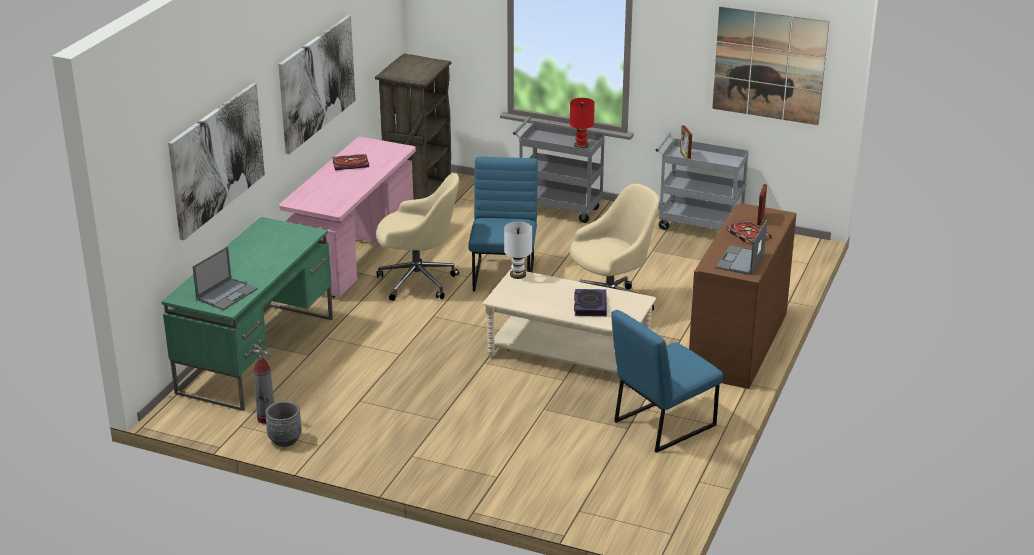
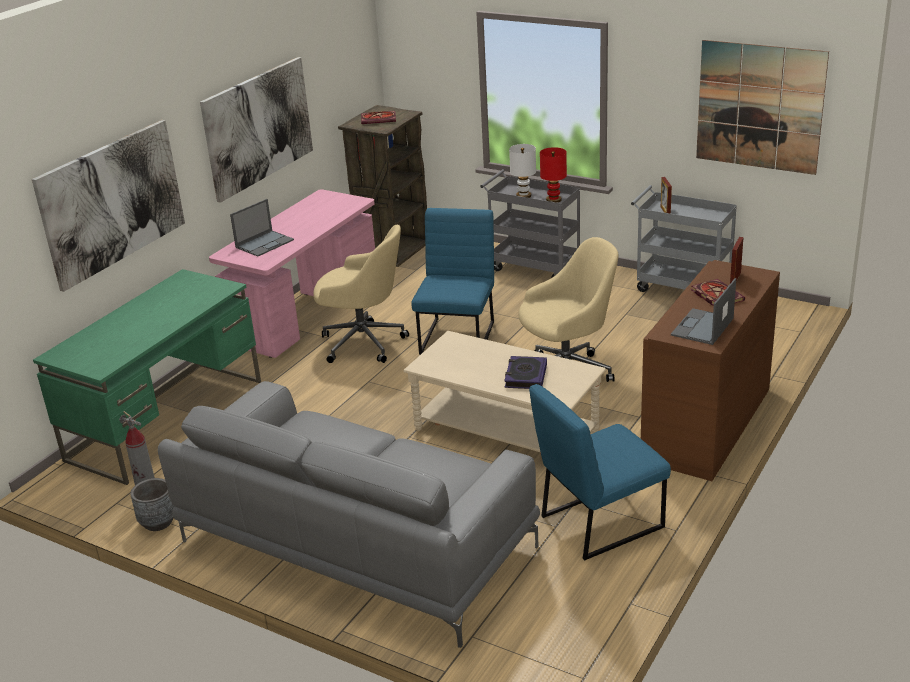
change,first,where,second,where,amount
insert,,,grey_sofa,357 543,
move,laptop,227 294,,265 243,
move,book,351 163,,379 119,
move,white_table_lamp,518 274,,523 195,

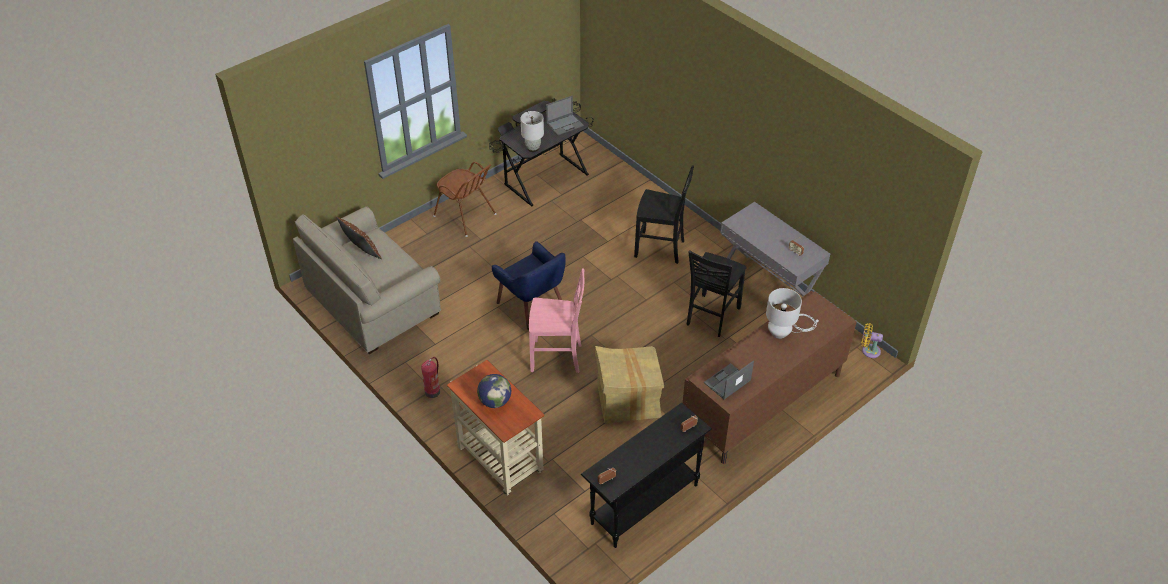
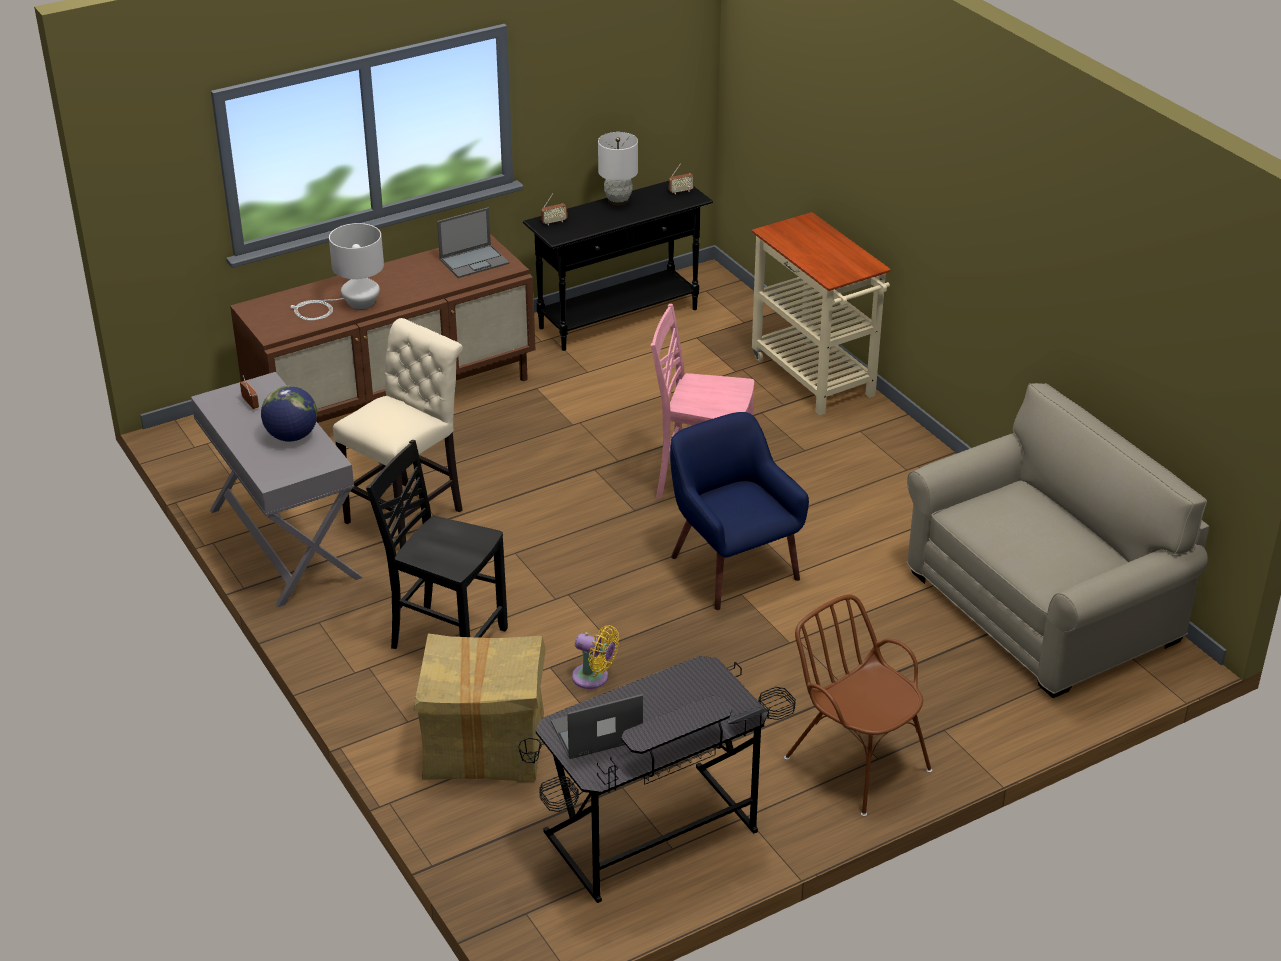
change,first,where,second,where,amount
delete,brown_pillow,362 252,,,
delete,fire_extinguisher,432 391,,,
move,globe,495 401,,292 436,
move,white_table_lamp,533 148,,618 201,
move,cardboard_box,628 400,,485 747,
move,yellow_fan,869 350,,594 678,
replace,black_chair,711 316,beige_stool,409 514,

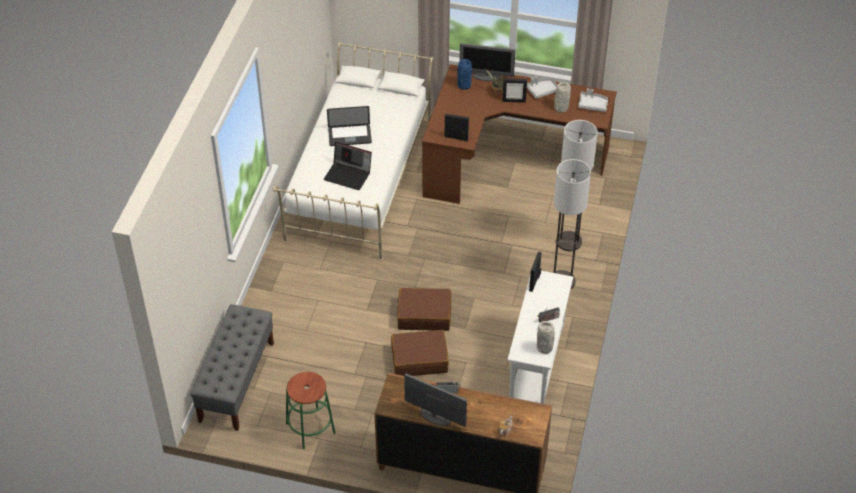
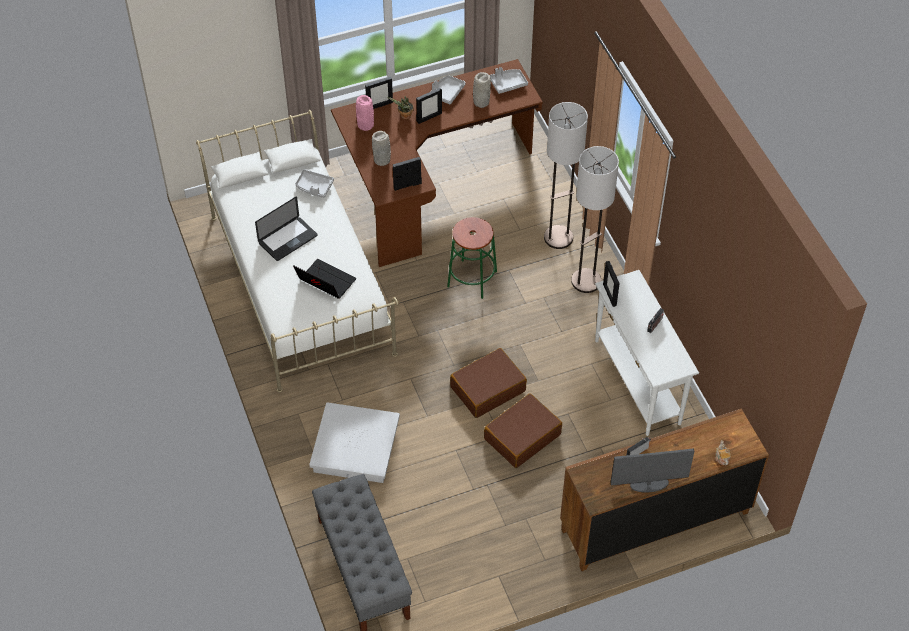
change,first,where,second,where,amount
insert,,,grey_tray,314 187,
insert,,,white_storage_box,355 447,
move,green_stool,310 428,,472 279,
move,grey_vase,545 348,,382 160,
replace,monitor,486 76,picture_frame,379 105,
recolor,blue_vase,464 85,pink_vase,366 125,
rotate,laptop,348 175,,324 282,135 degrees counterclockwise

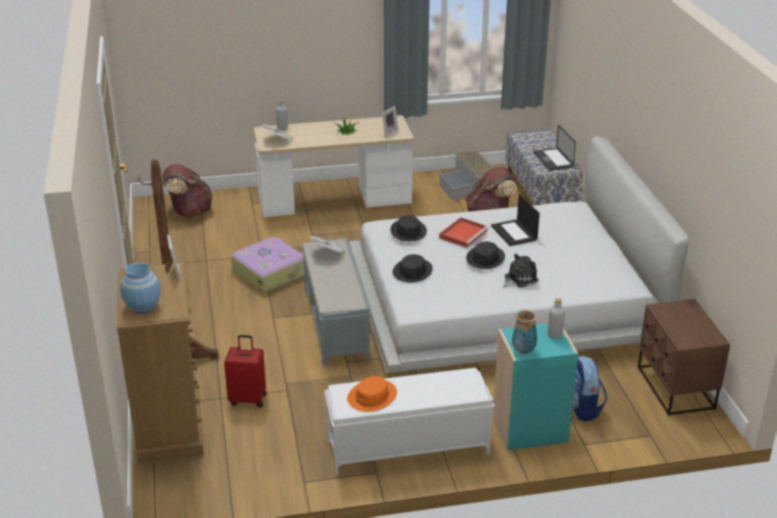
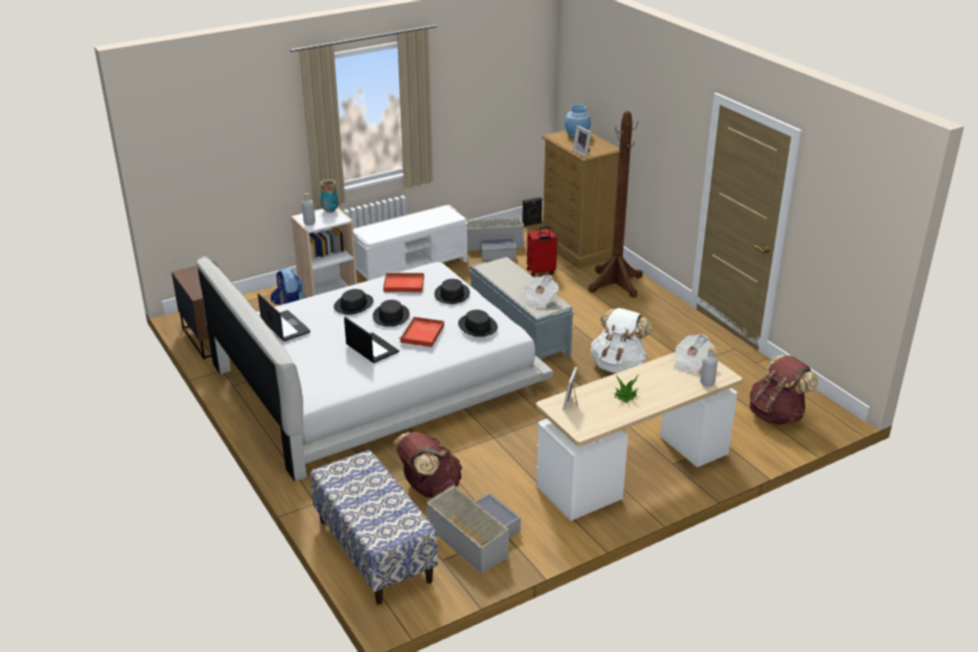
change,first,where,second,where,amount
delete,orange_hat,372 396,,,
insert,,,red_tray,403 284,
insert,,,grey_storage_box,495 247,
insert,,,black_speaker,532 224,
move,laptop,553 160,,285 327,
replace,suitcase,270 272,white_backpack,618 365,
replace,plush_toy,519 279,black_hat,353 305,
recolor,turquoise_bookcase,529 429,white_bookcase,328 291,

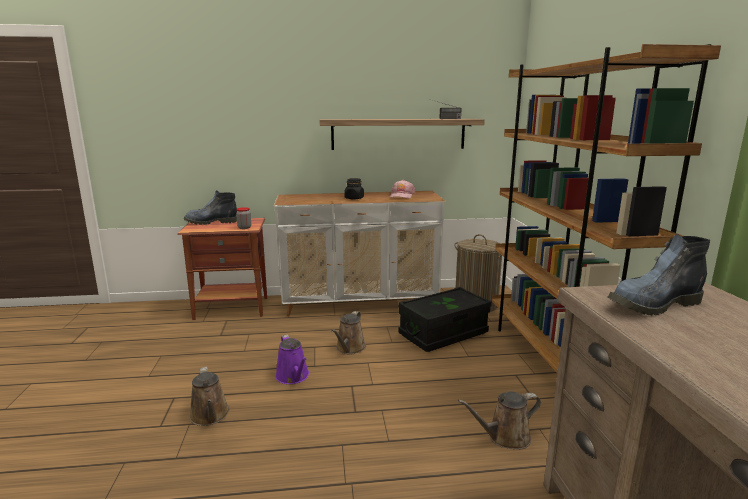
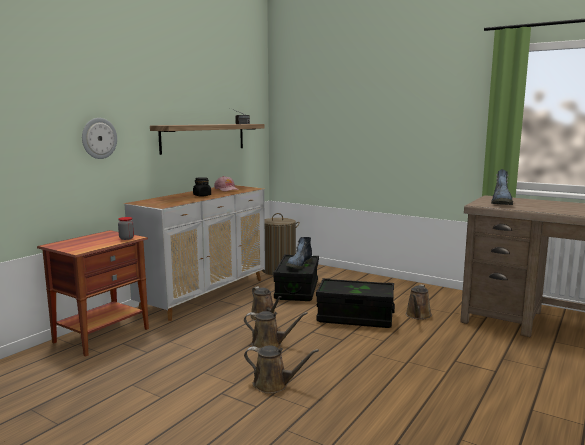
change,first,where,second,where,amount
delete,brown_bookcase,553 361,,,
insert,,,wall_clock,99 138,
insert,,,black_storage_box,355 317,
move,boot,210 222,,299 265,
recolor,purple_watering_can,293 377,brown_watering_can,269 344,

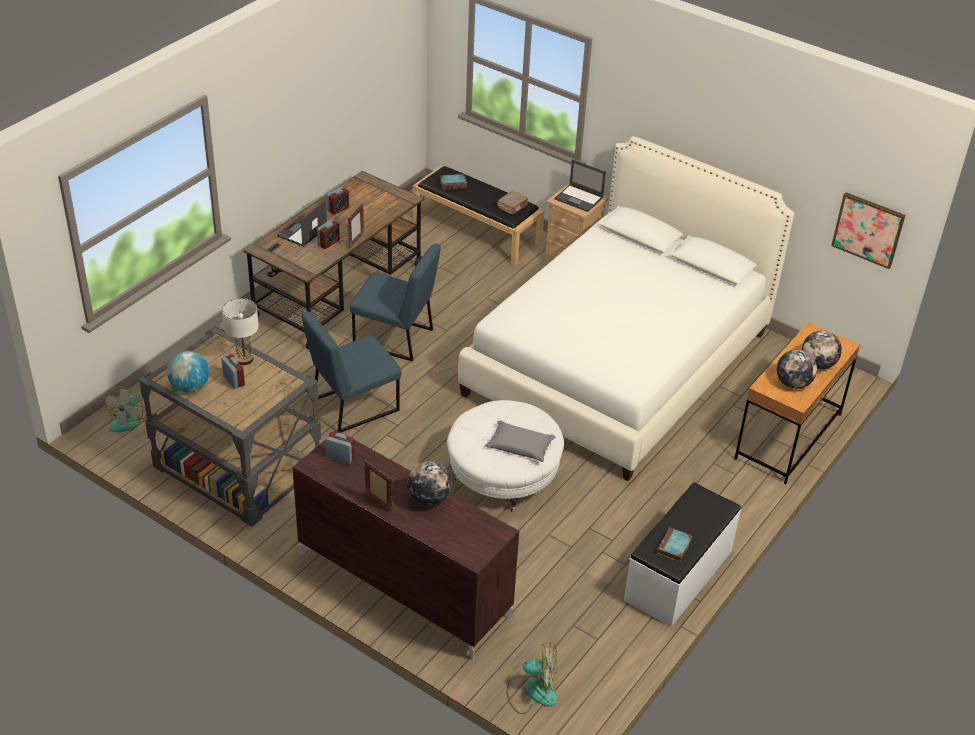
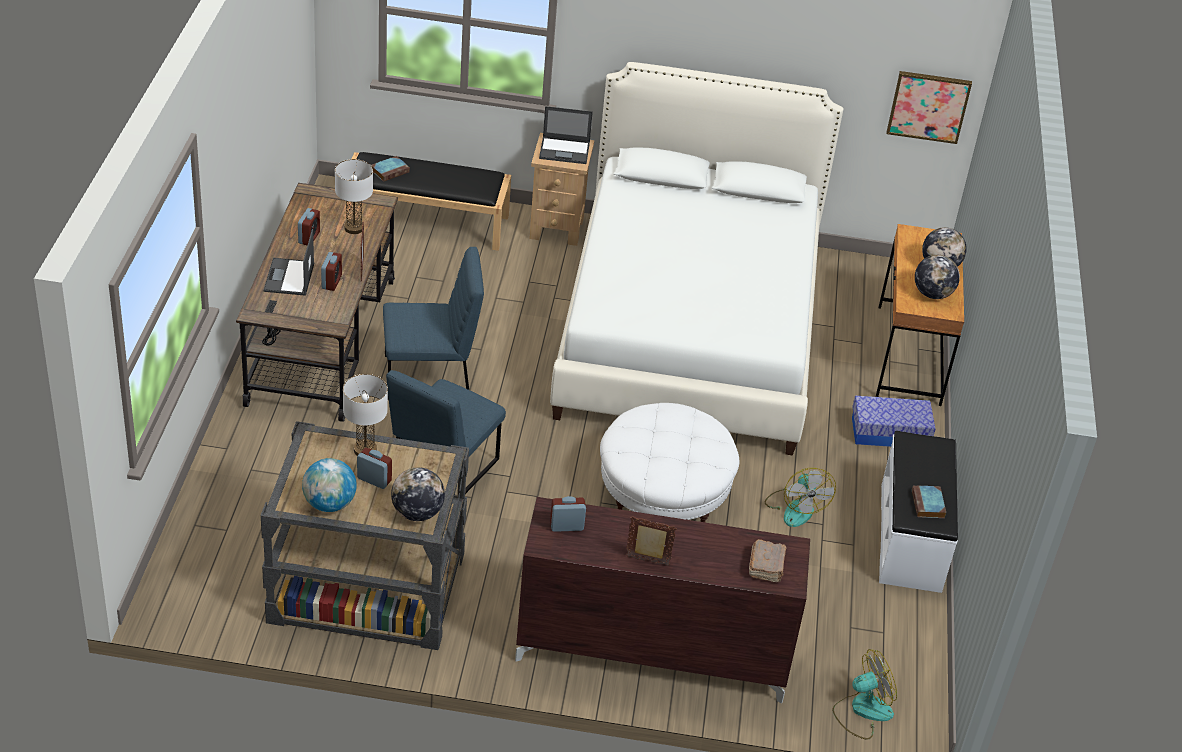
change,first,where,second,where,amount
delete,grey_pillow,520 445,,,
insert,,,table_lamp,354 228,
insert,,,storage_box,889 433,
move,fan,128 419,,795 507,
move,globe,429 499,,417 513,
move,brown_book,512 207,,766 566,

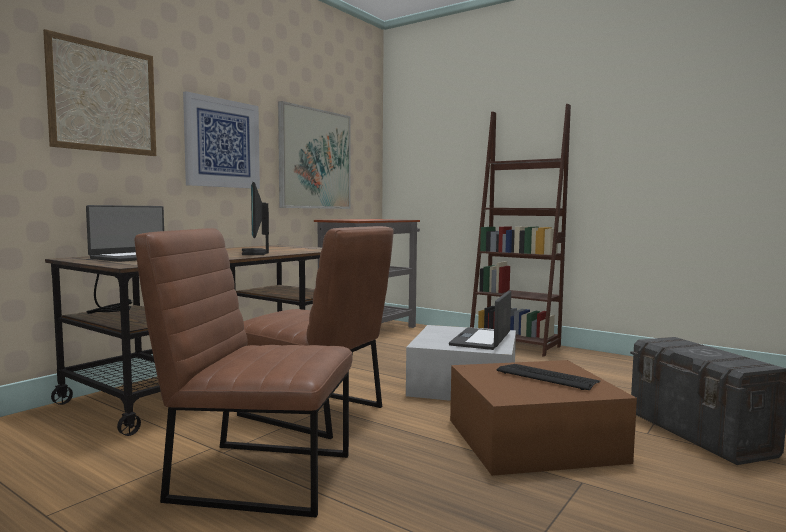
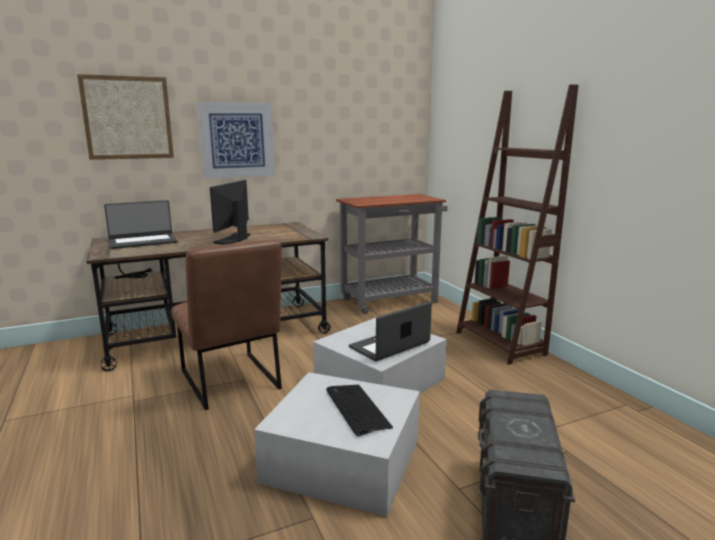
change,first,where,second,where,amount
delete,brown_chair,257 476,,,
delete,picture,315 159,,,
recolor,brown_storage_box,533 440,white_storage_box,342 460,

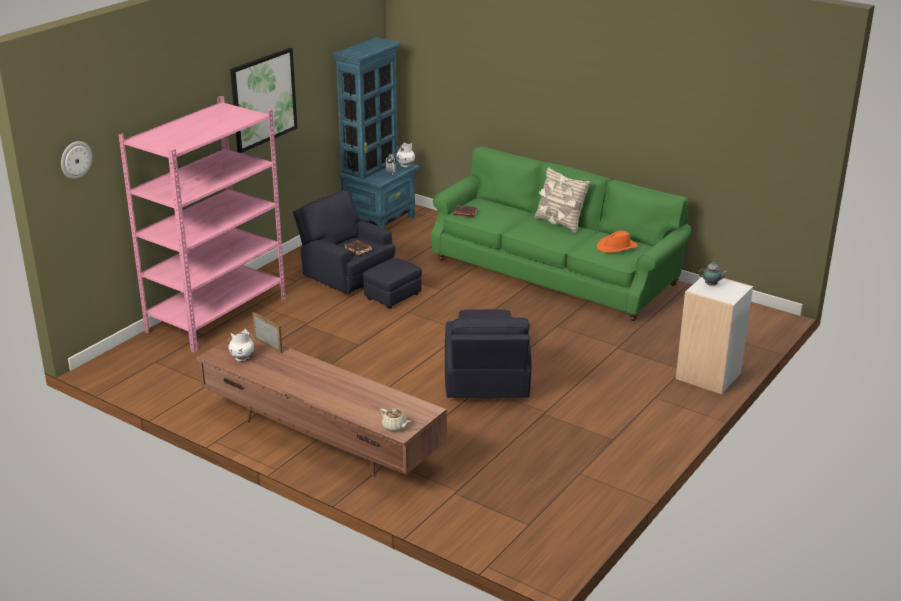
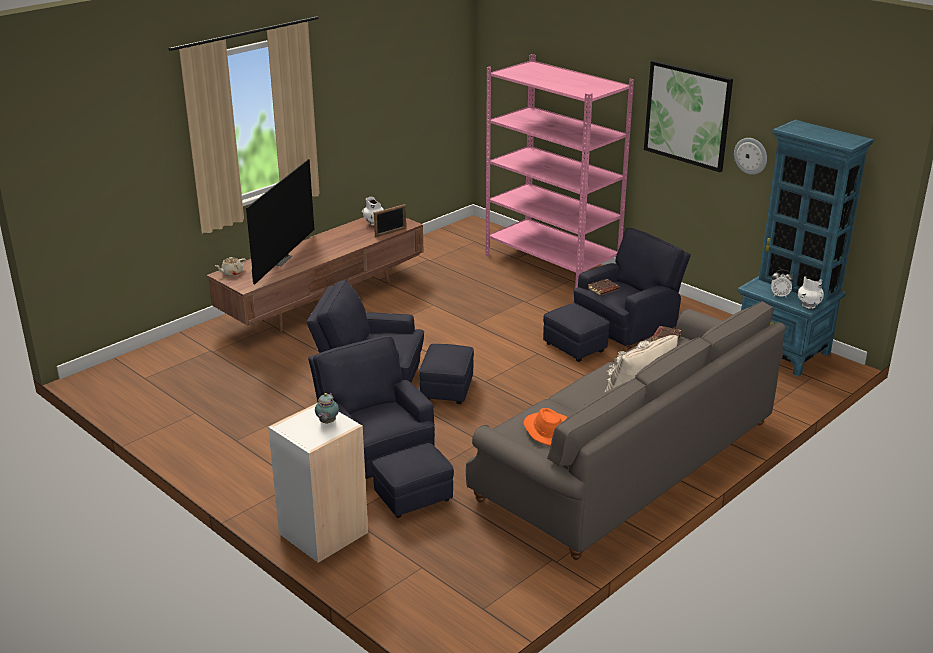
change,first,where,second,where,amount
insert,,,television,279 260,
insert,,,black_armchair,383 462,
move,wall_clock,75 159,,751 155,
recolor,green_sofa,555 272,grey_sofa,627 461,

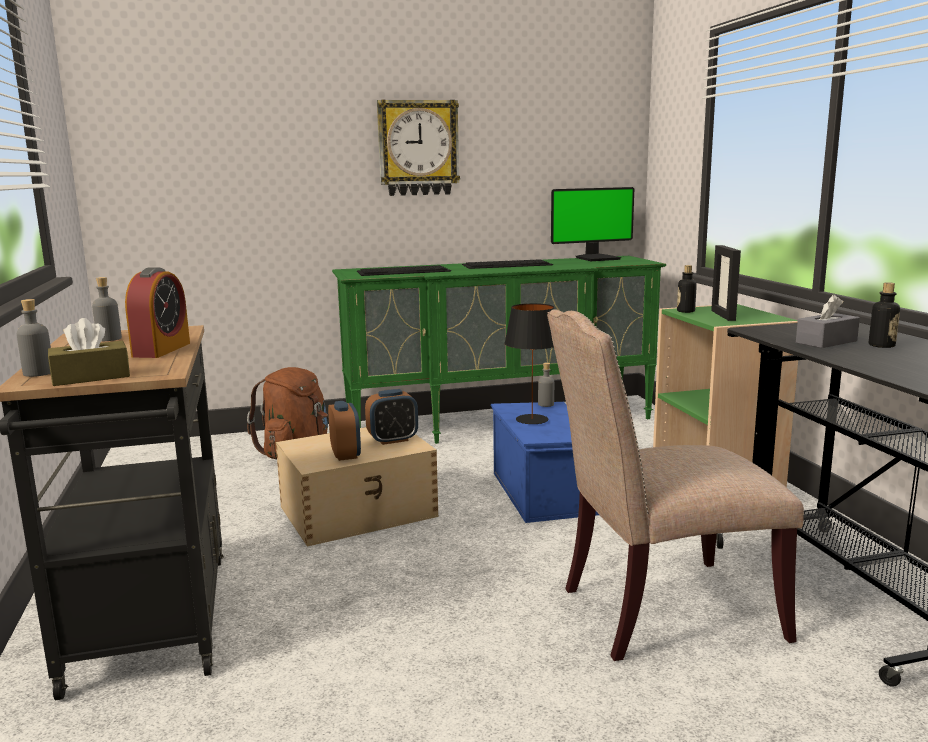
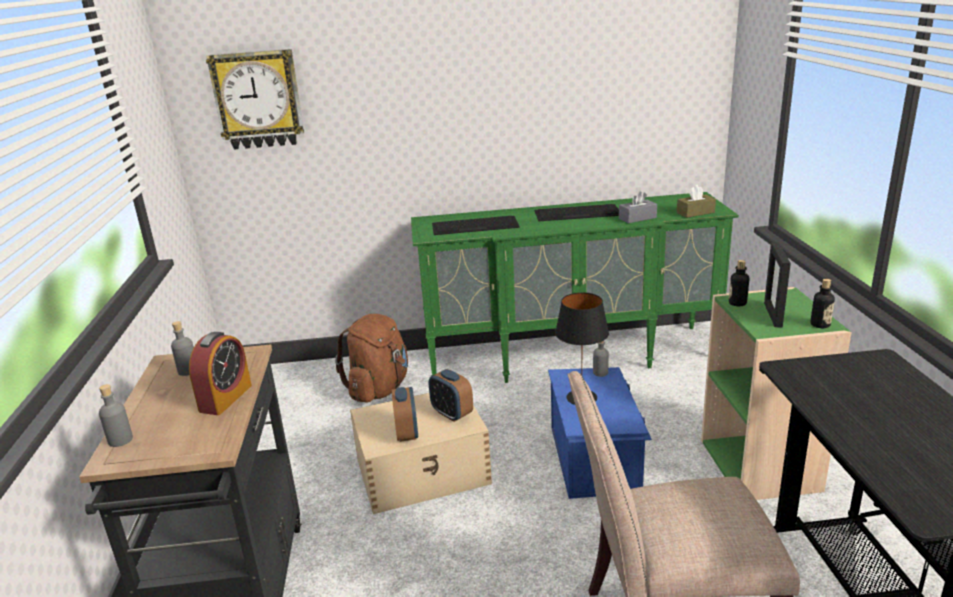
change,first,where,second,where,amount
delete,monitor,597 258,,,
move,brown_tissue_box,91 377,,695 212,
move,wall_clock,418 148,,258 100,
move,grey_tissue_box,826 342,,637 218,
move,bottle,881 345,,820 324,
rotate,alarm_clock,392 440,,452 414,60 degrees clockwise

